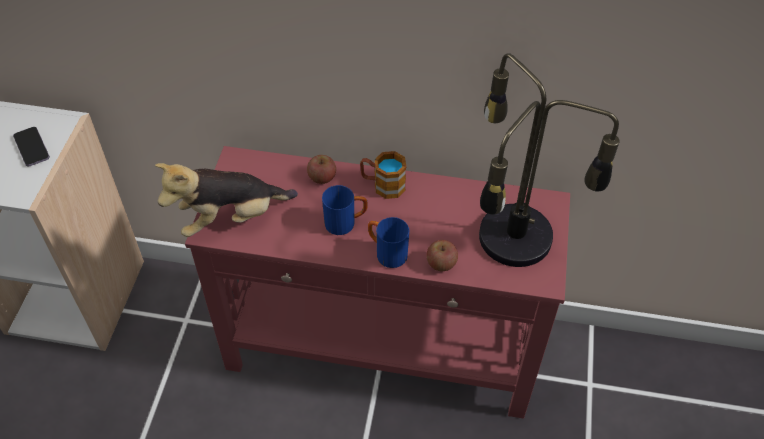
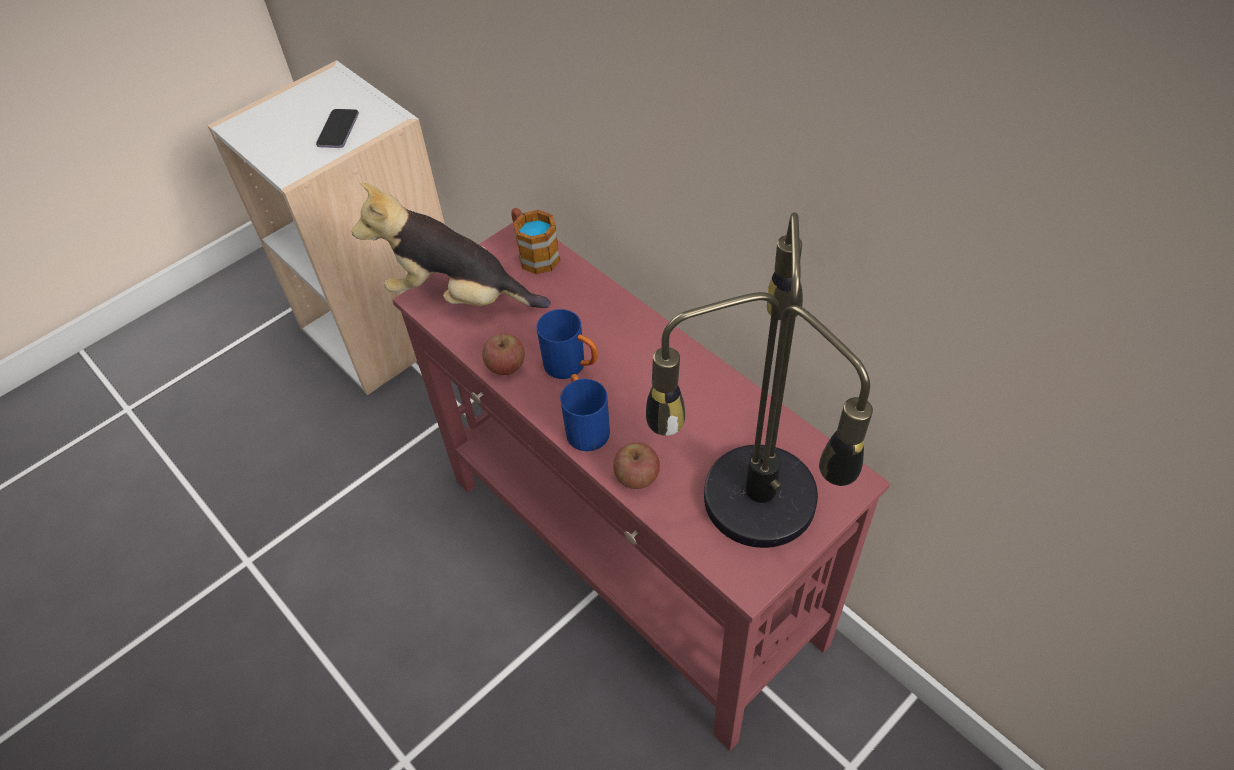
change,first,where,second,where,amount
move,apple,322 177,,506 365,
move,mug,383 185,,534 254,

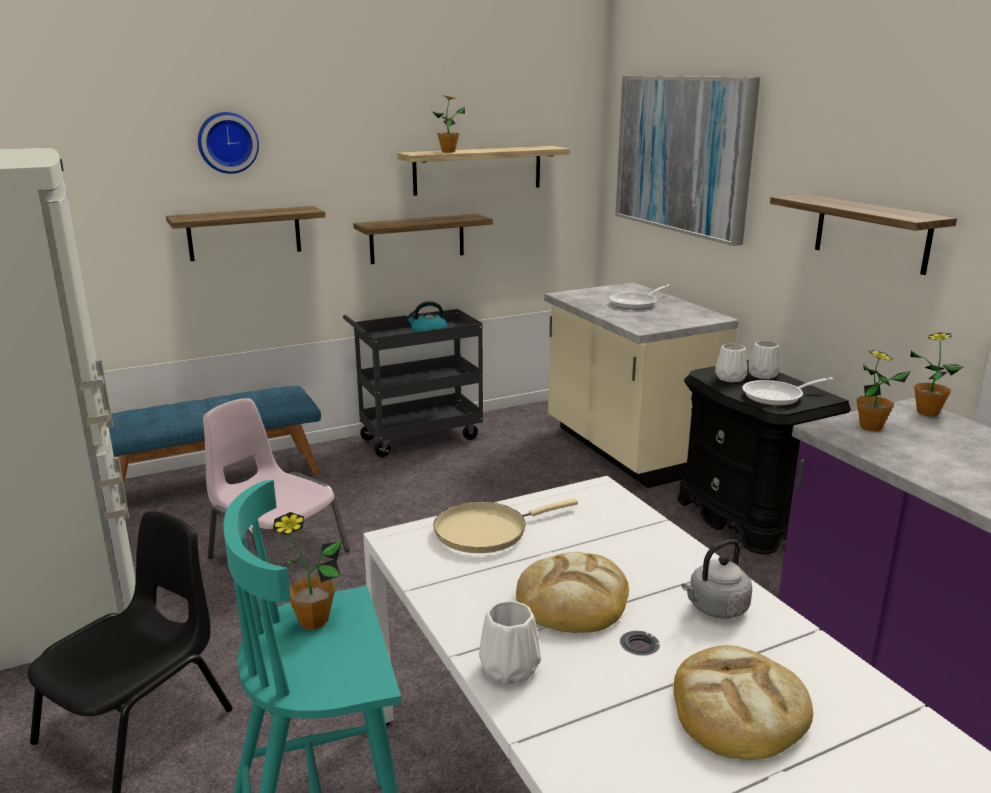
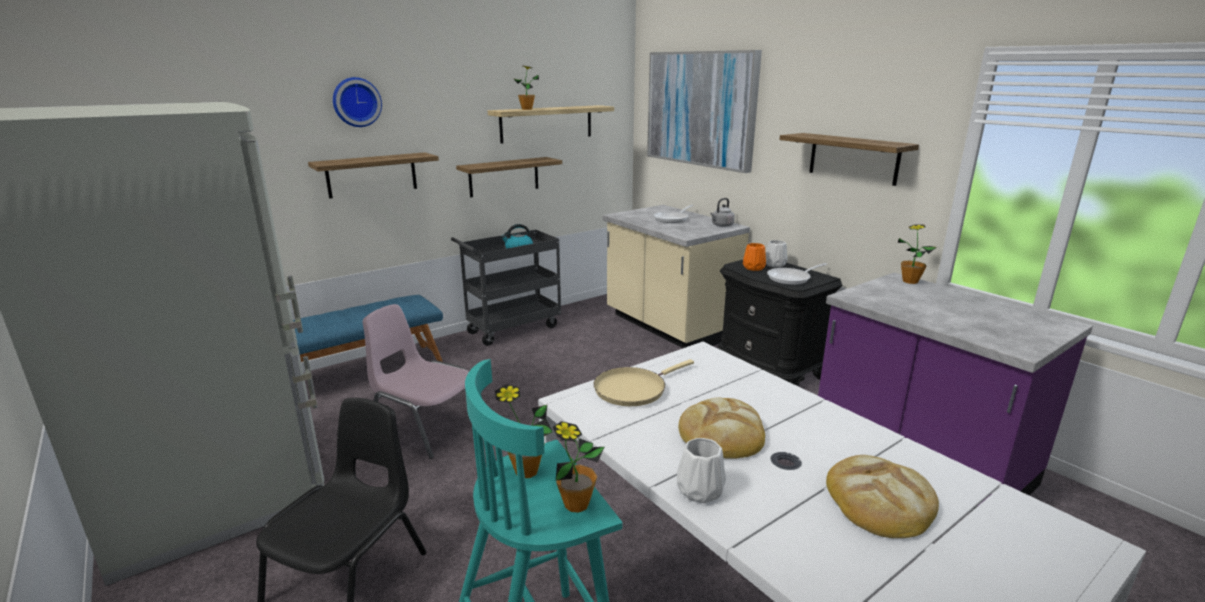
change,first,where,second,where,amount
move,grey_kettle,715 608,,721 225,
move,potted_plant,870 427,,576 504,
recolor,white_vase,731 378,orange_vase,754 268,

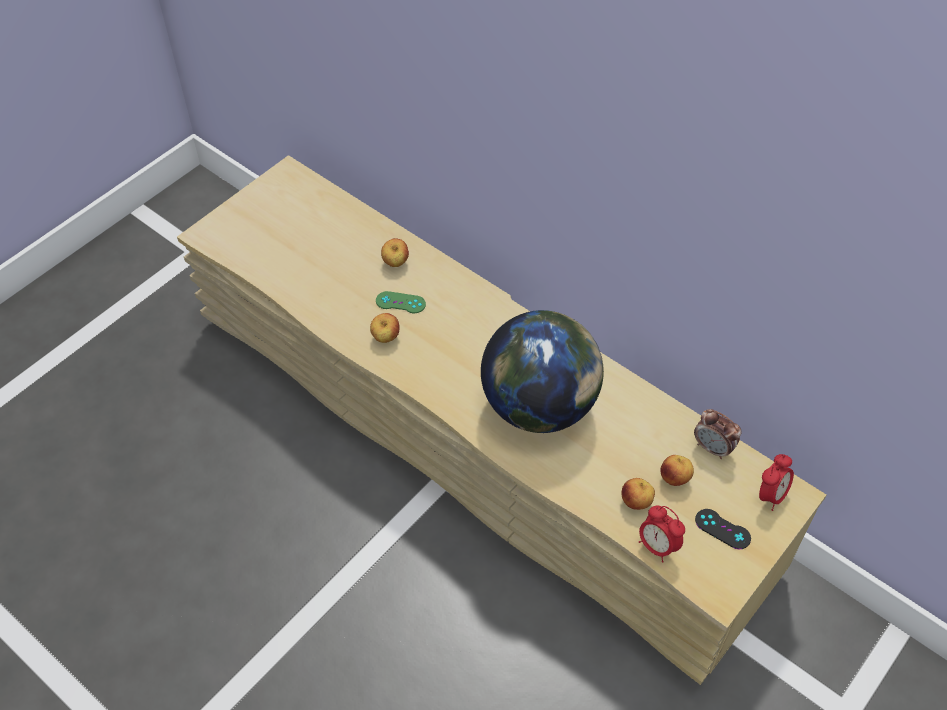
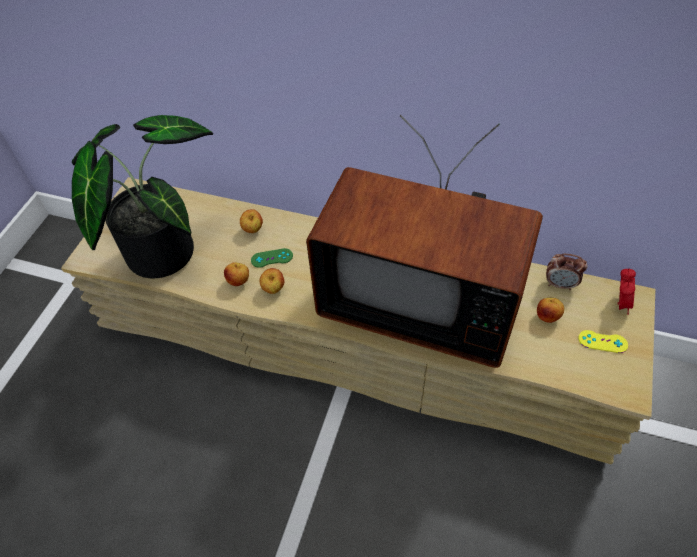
change,first,where,second,where,amount
delete,alarm_clock,657 546,,,
insert,,,potted_plant,160 246,
move,apple,636 502,,239 281,
replace,globe,540 406,television,419 299,
recolor,black_game_controller,722 529,yellow_game_controller,602 341,

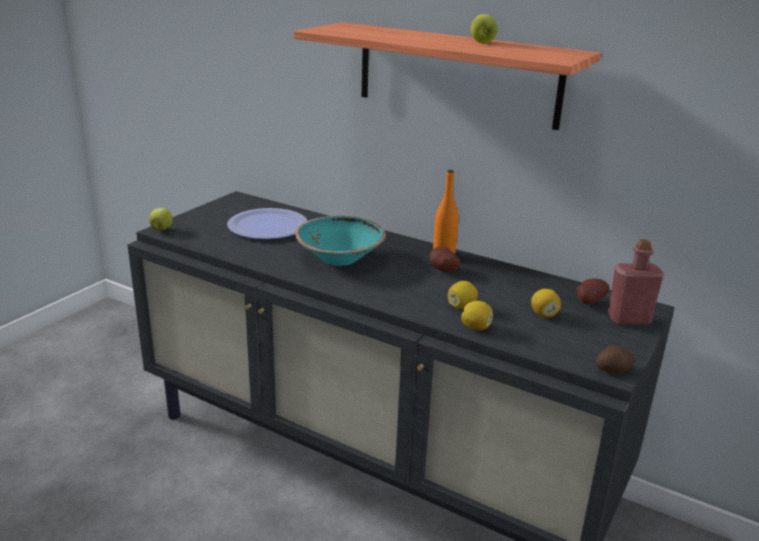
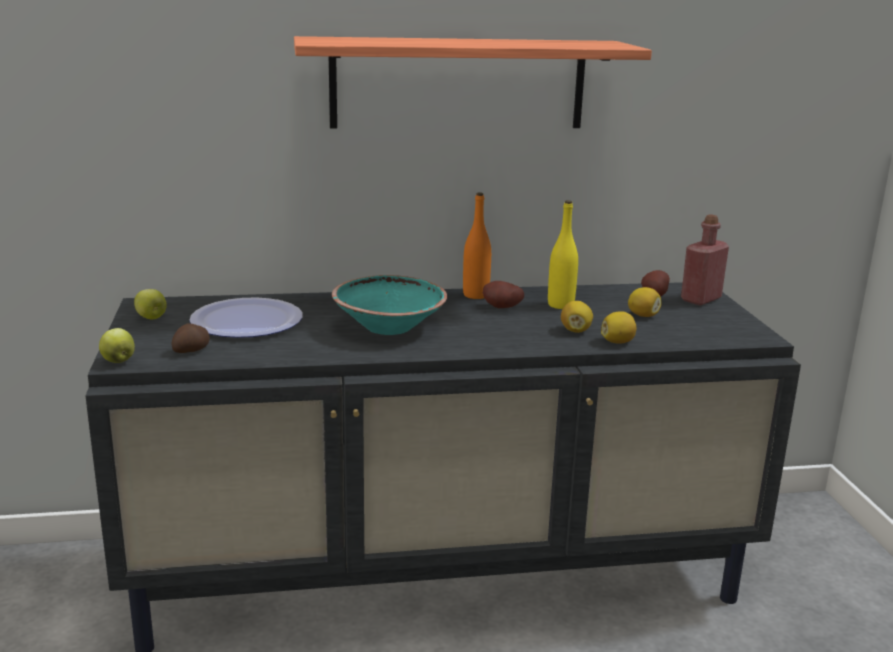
change,first,where,second,where,amount
insert,,,yellow_bottle,560 305,
move,apple,482 42,,151 318,
move,potato,614 370,,192 350,

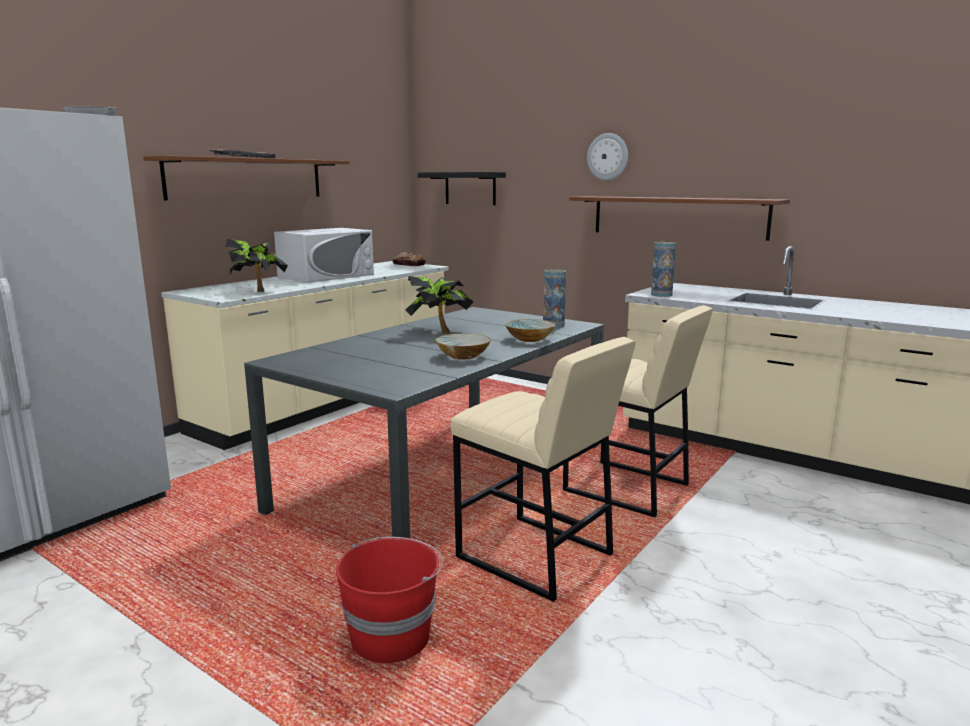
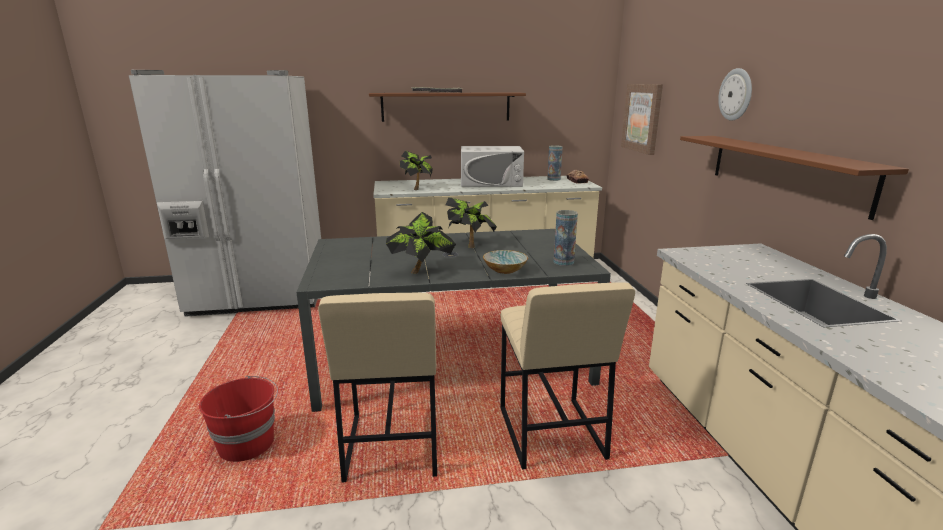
change,first,where,second,where,amount
move,vase,661 295,,553 179,
replace,black_shelf,470 188,picture,642 118,
replace,bowl,463 356,potted_plant,421 270,

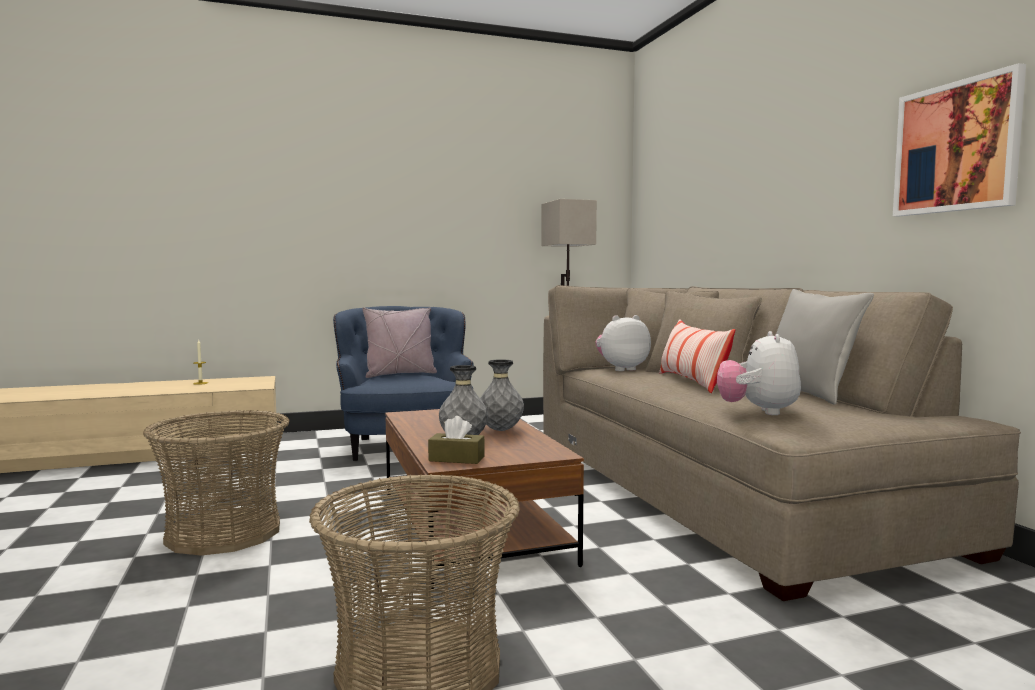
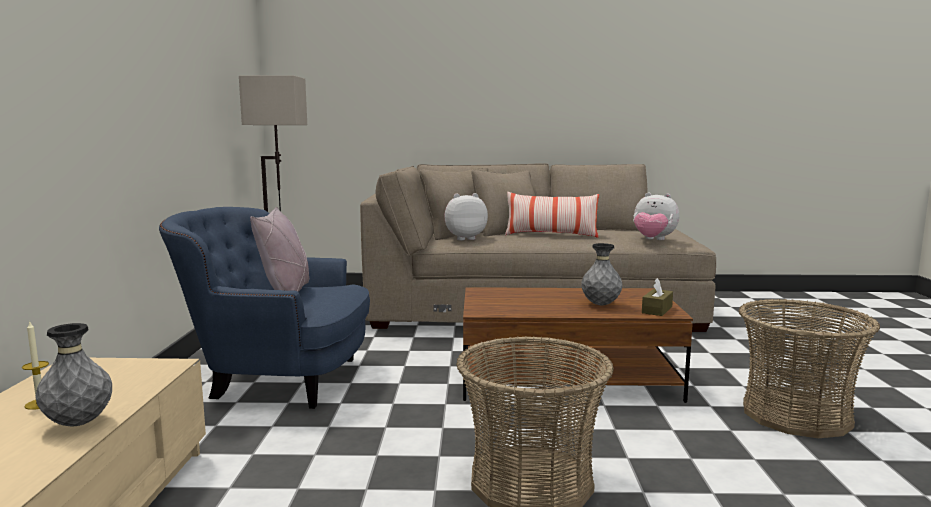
change,first,where,second,where,amount
delete,grey_pillow,809 394,,,
delete,picture,956 147,,,
move,grey_vase,501 430,,79 423,
rotate,plush_toy,621 369,,464 238,75 degrees clockwise

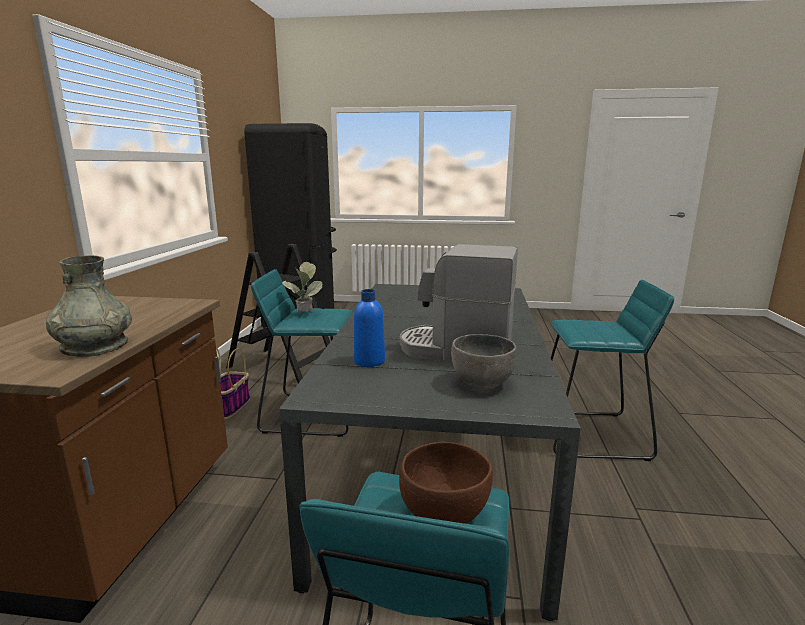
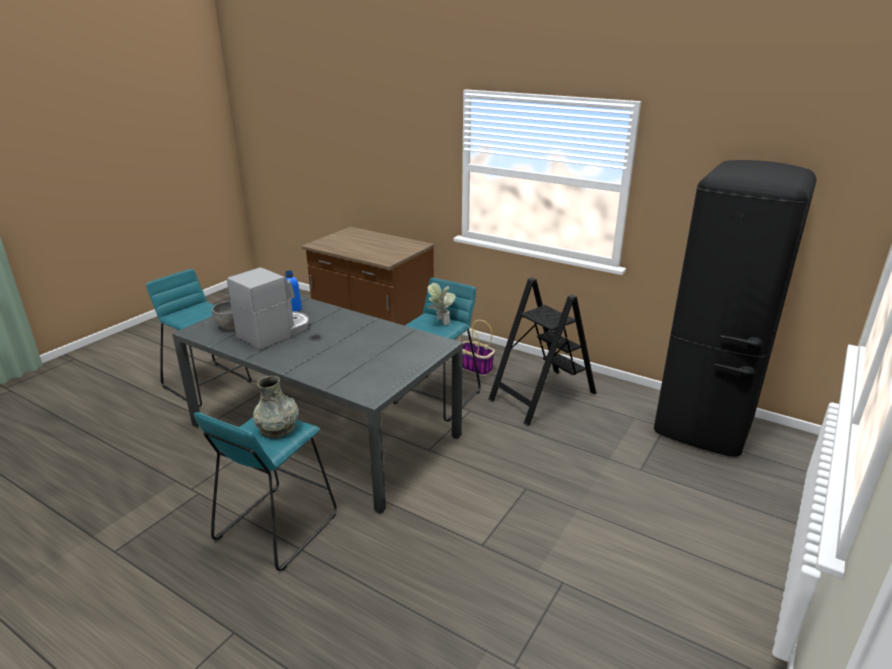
change,first,where,second,where,amount
delete,brown_bowl,445 515,,,
move,grey_vase,94 346,,278 427,

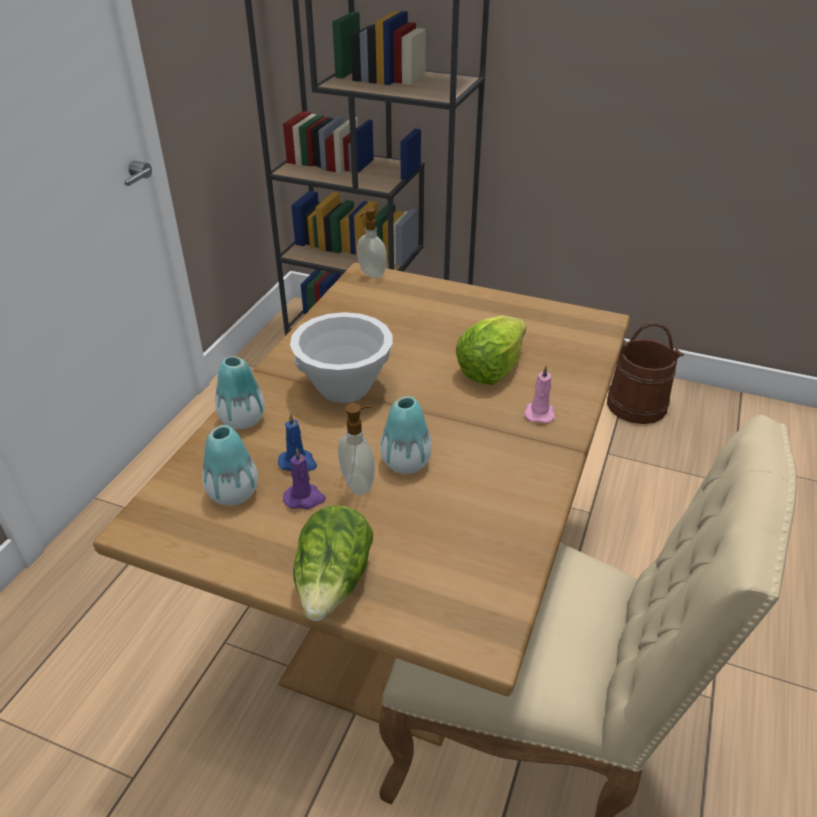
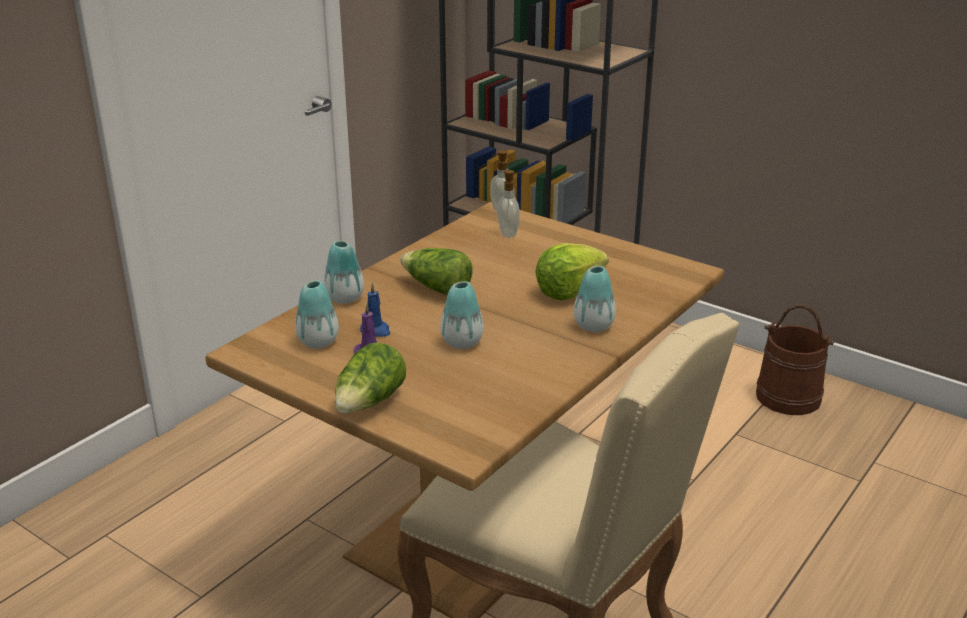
change,first,where,second,where,amount
move,soap_dispenser,359 483,,509 233,
replace,white_bowl,345 388,lettuce,437 288,
replace,pink_candle,539 413,vase,593 326,

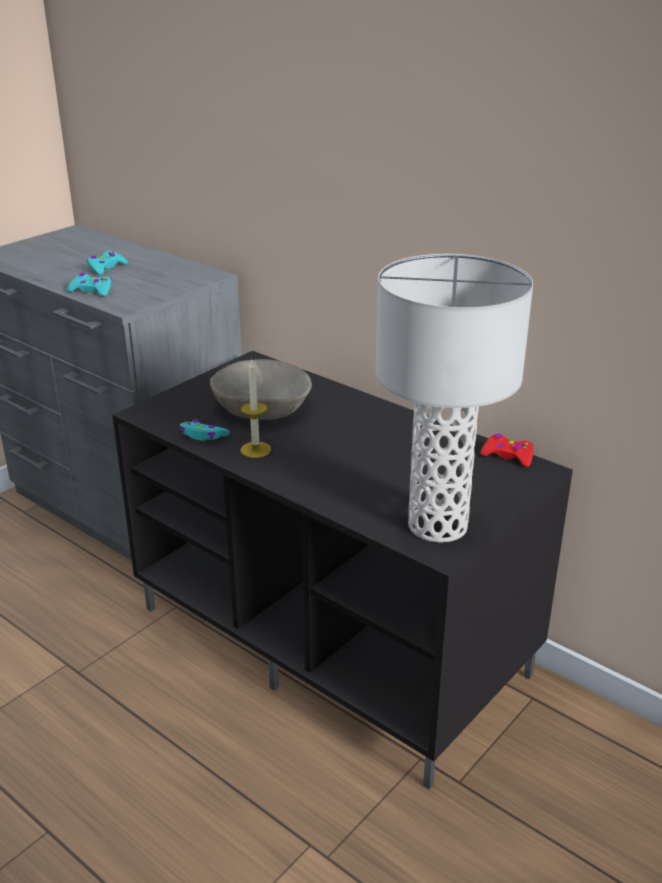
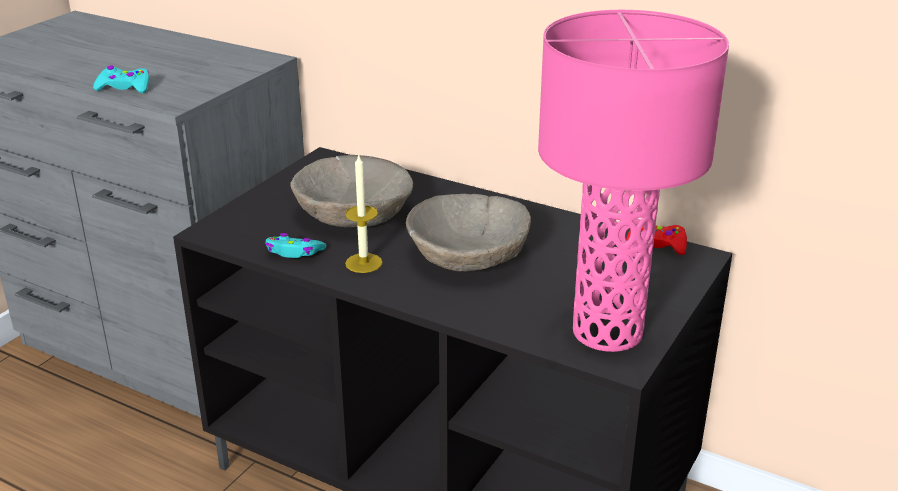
change,first,where,second,where,amount
delete,turquoise_game_controller,106 268,,,
insert,,,beige_bowl,468 253,
recolor,white_table_lamp,438 526,pink_table_lamp,608 332,

